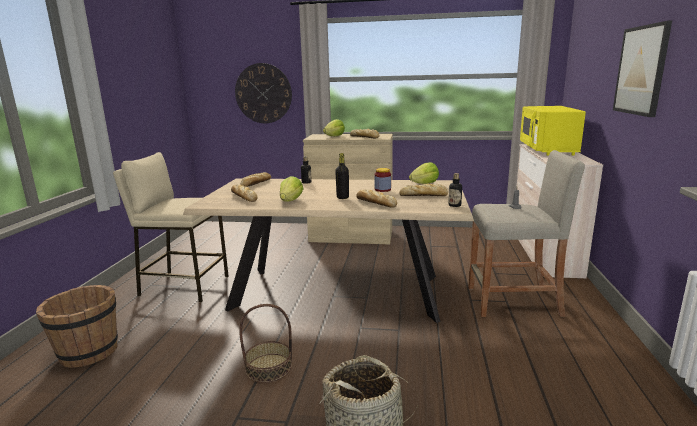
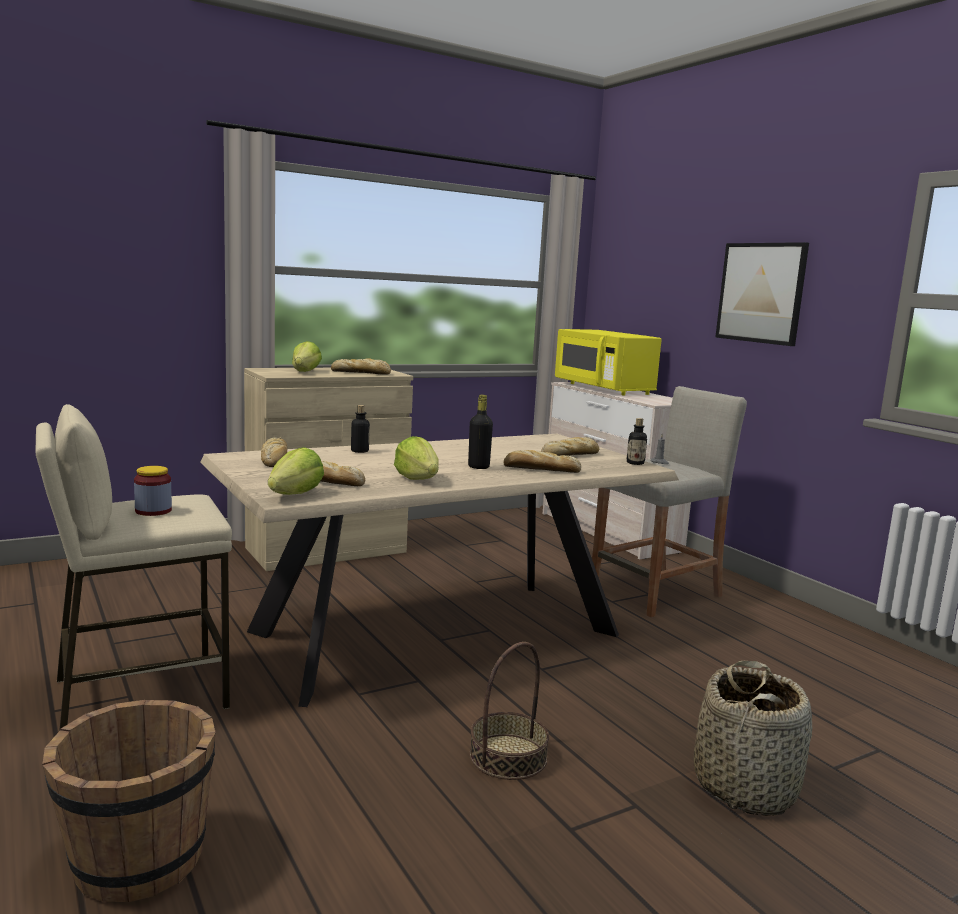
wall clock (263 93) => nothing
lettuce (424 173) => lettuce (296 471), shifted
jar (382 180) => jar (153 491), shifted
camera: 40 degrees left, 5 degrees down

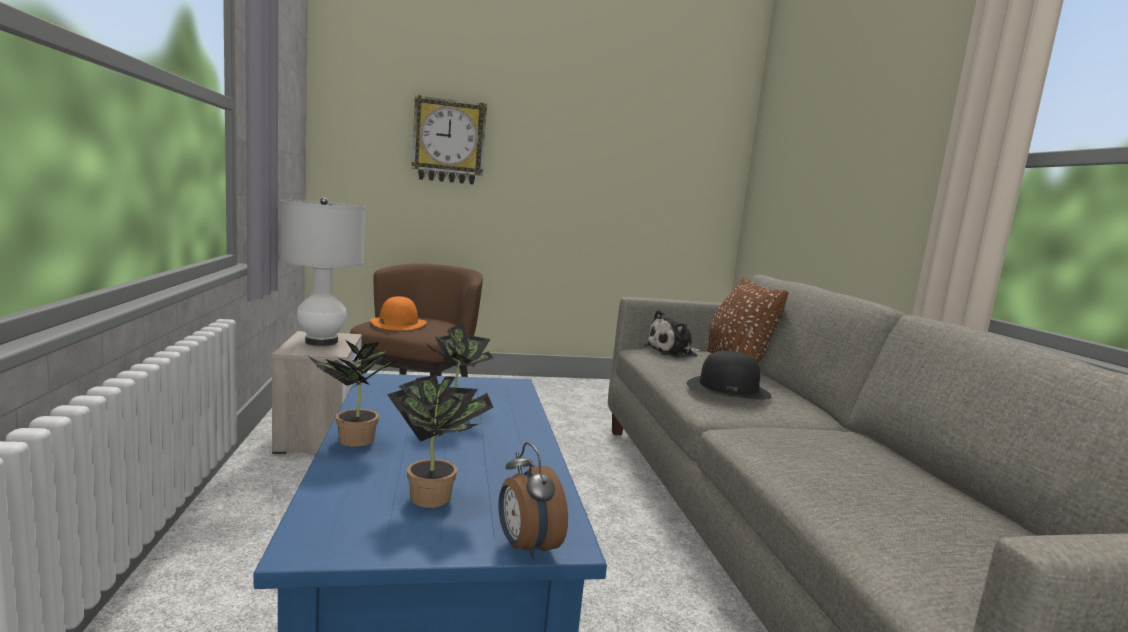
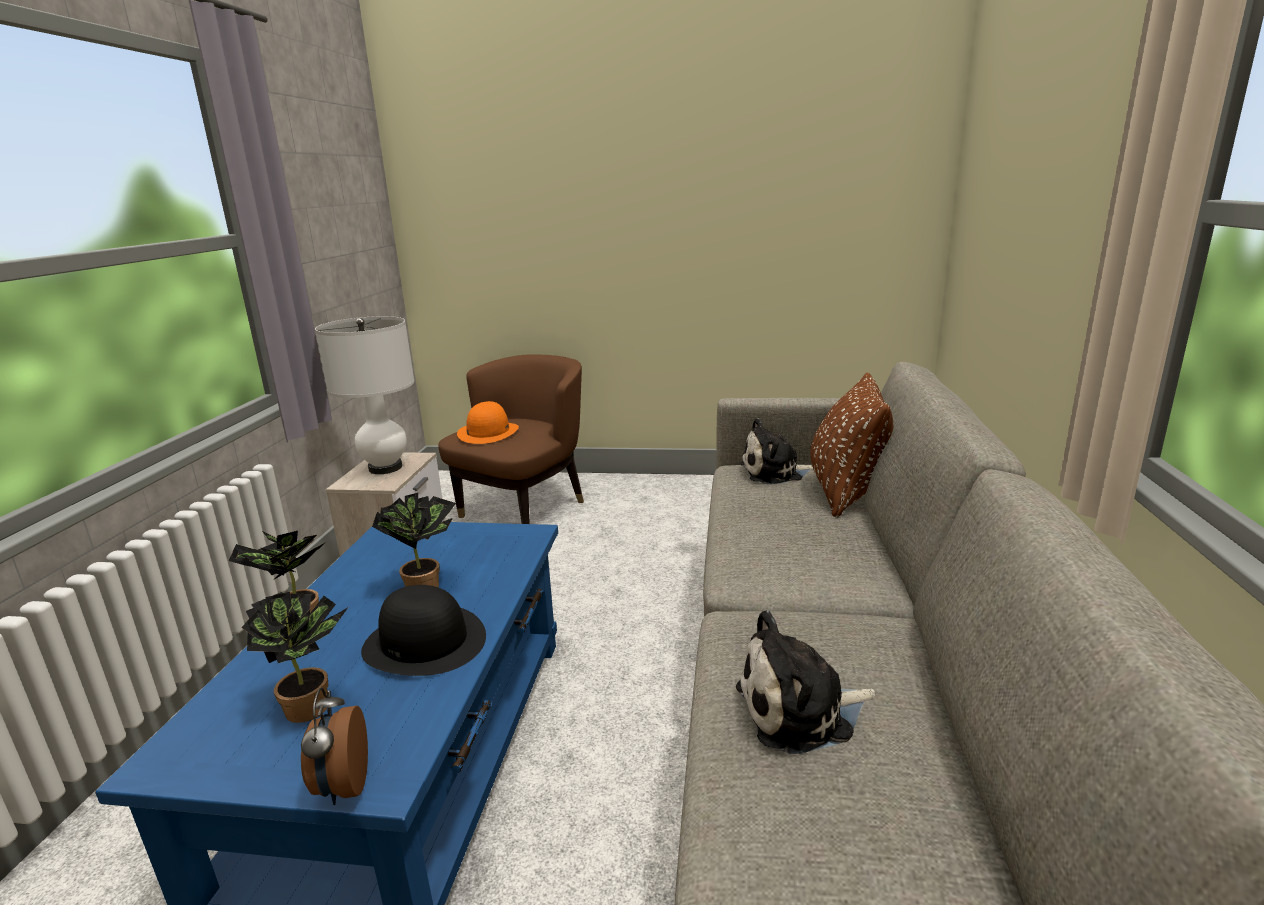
wall clock (449 140) => nothing
black hat (729 375) => black hat (423 630), shifted
nothing => plush toy (805 682)
camera: 20 degrees right, 10 degrees up

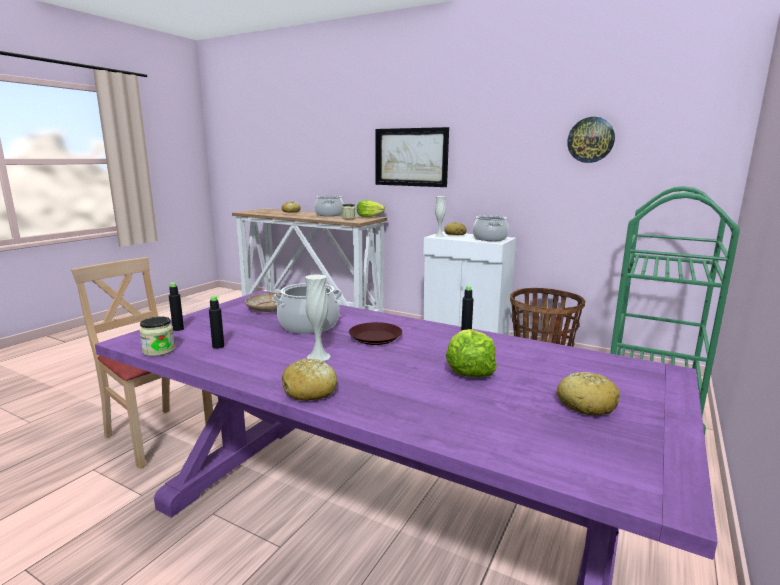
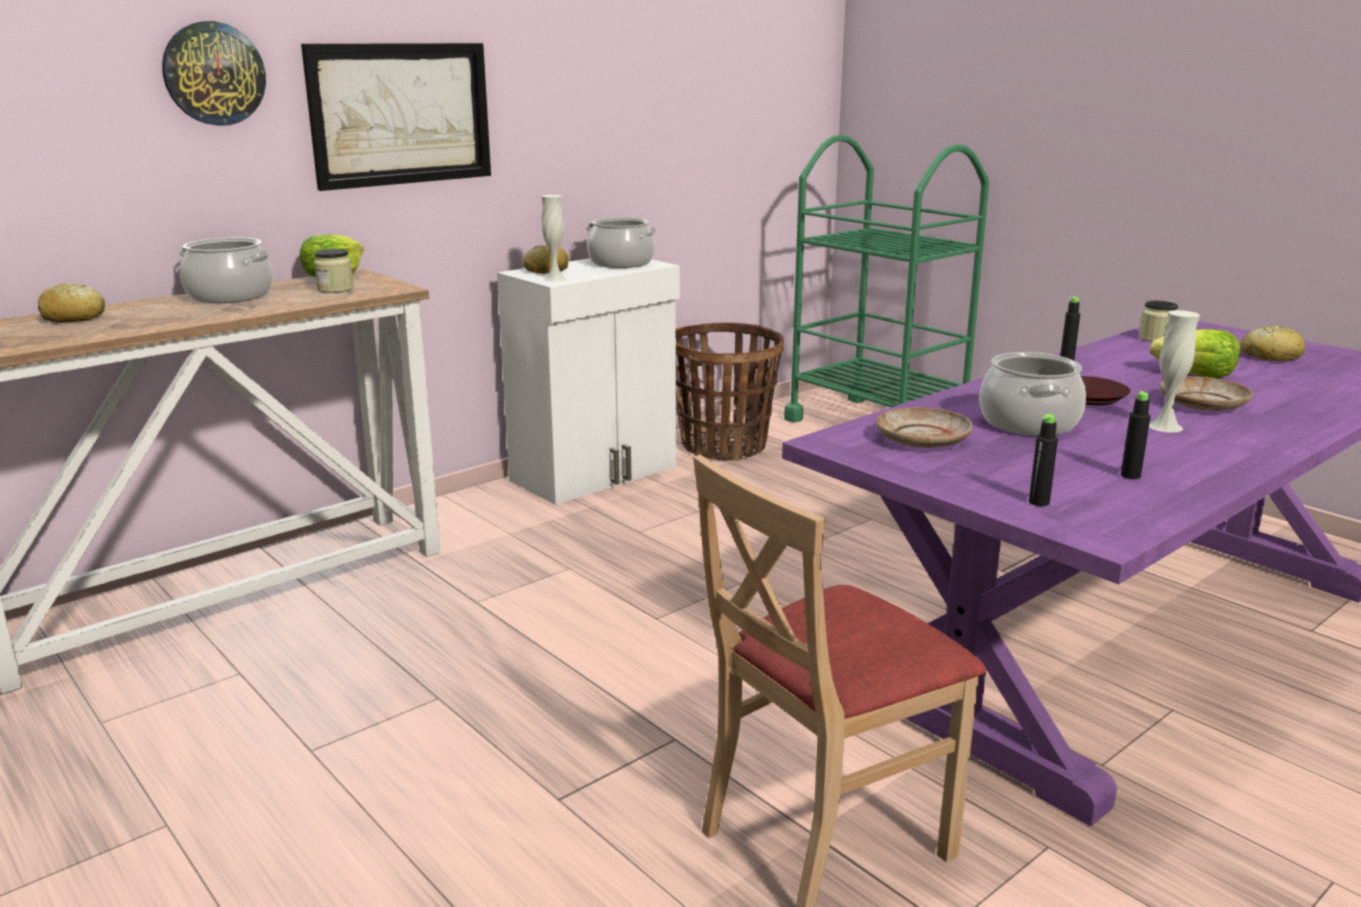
wall clock (591 140) => wall clock (214 73), shifted
jar (157 336) => jar (1158 321), shifted
bread (309 379) => nothing
nothing => beige plate (1206 393)
camera: 70 degrees left, 5 degrees up

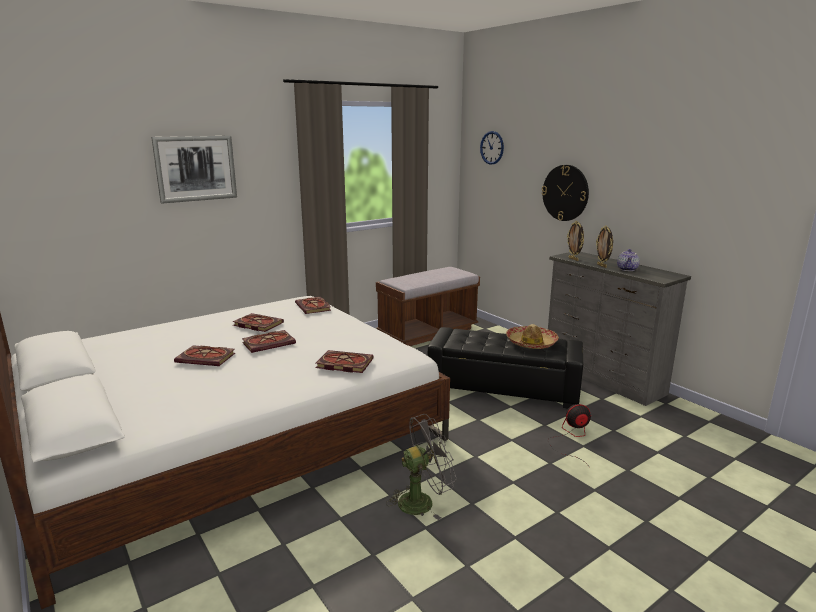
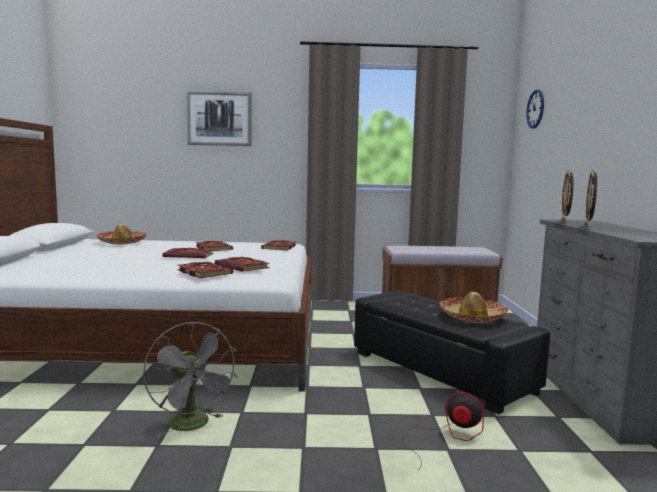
wall clock (565 193) => nothing
teapot (628 260) => nothing
book (204 355) => book (242 264), shifted
grey fan (421 467) => grey fan (190 379), 45 degrees clockwise
nothing => hat (121 234)
camera: 35 degrees right, 10 degrees down

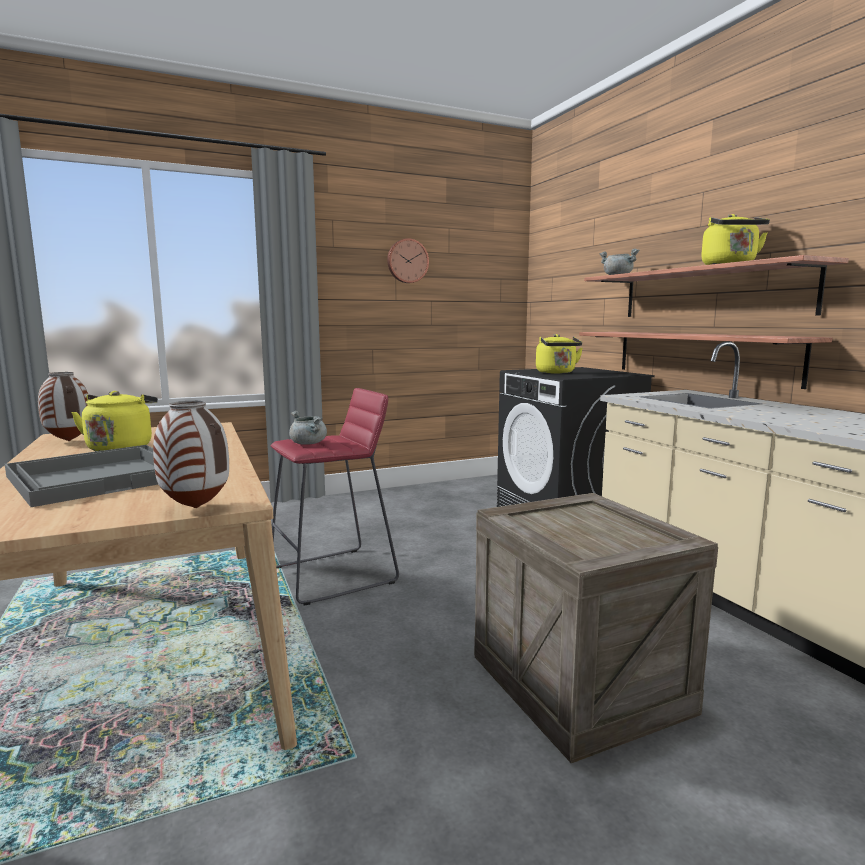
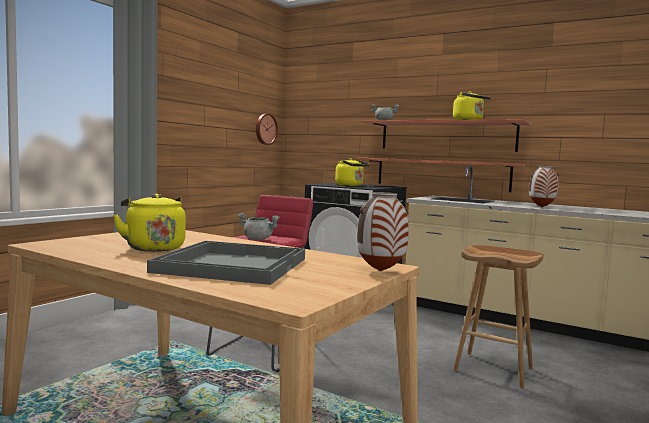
wall clock (408 260) => wall clock (267 129), shifted
vase (63 406) => vase (544 186), shifted
crate (596 628) => brown stool (498 316)
camera: 35 degrees left, 5 degrees down

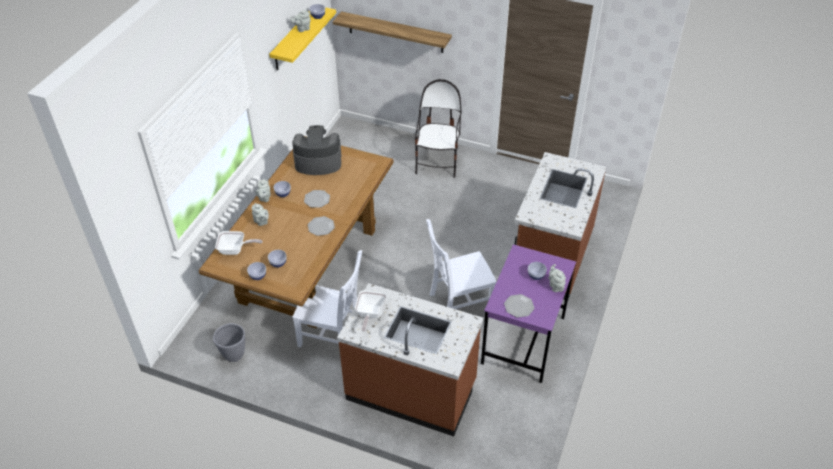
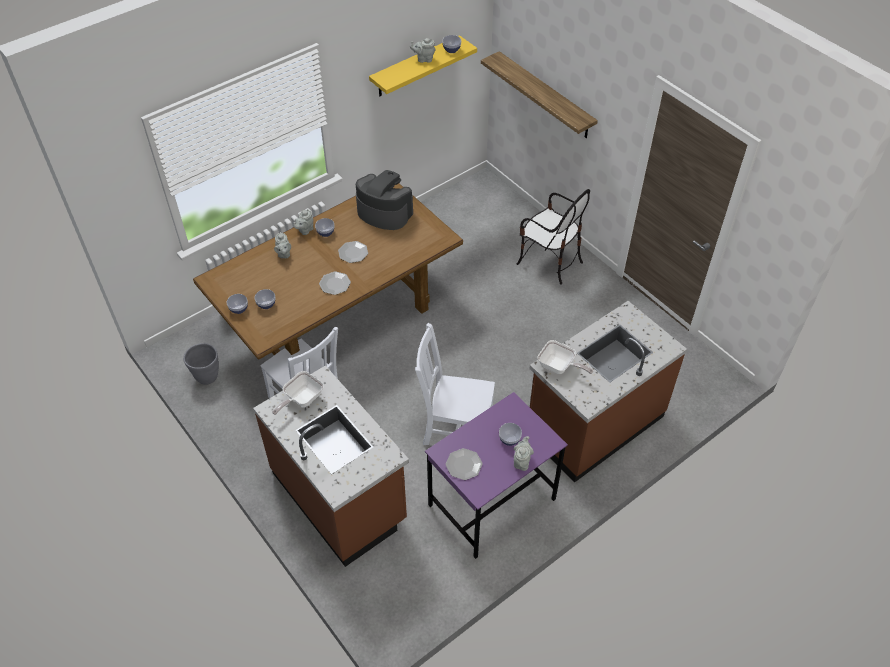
chair (438 128) => chair (553 237), 90 degrees clockwise
frying pan (239 243) => frying pan (565 357), shifted
camera: 30 degrees right, 5 degrees up

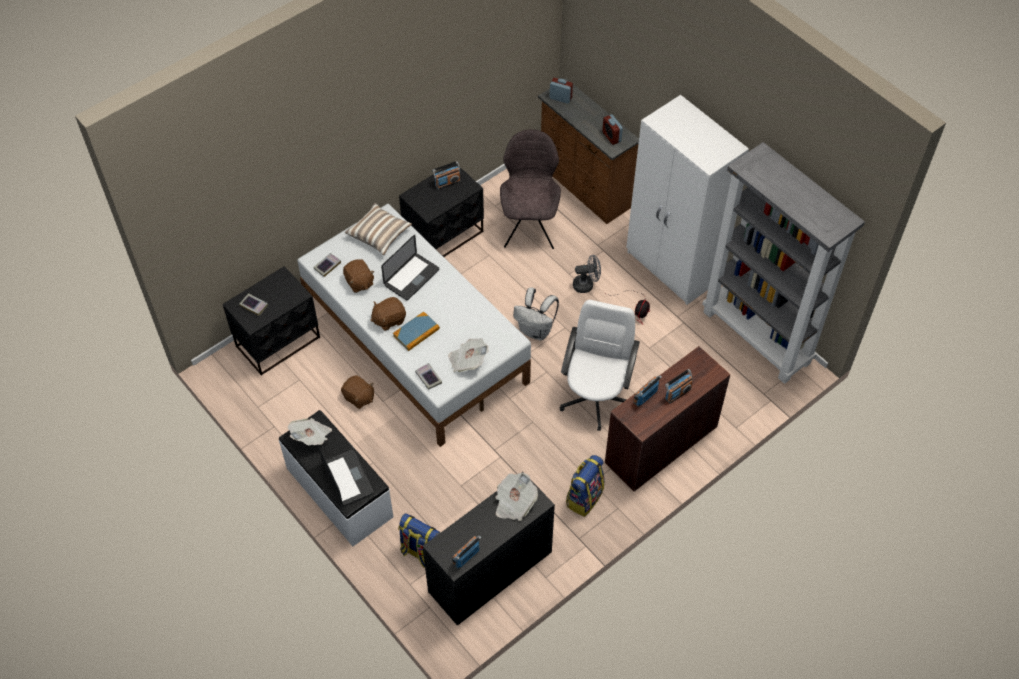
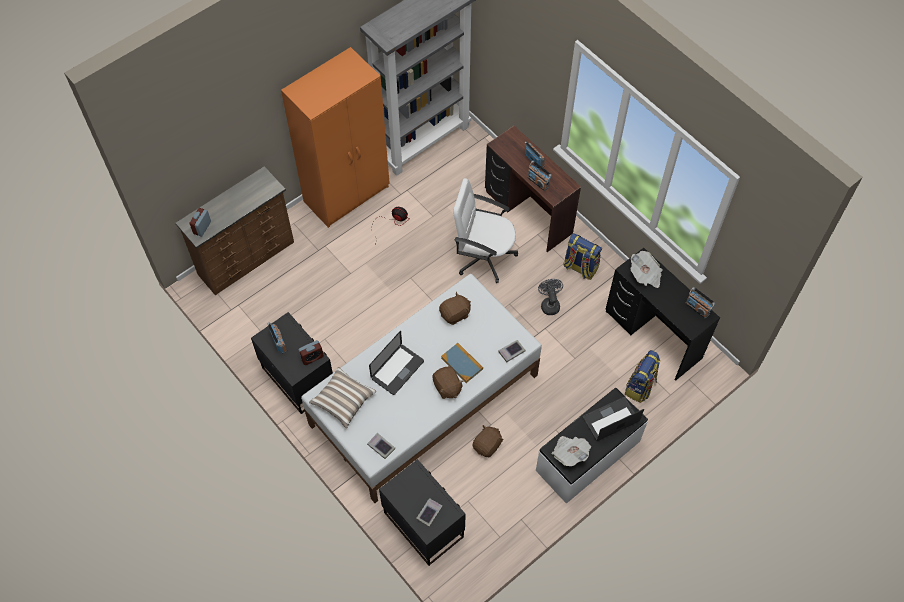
white wardrobe (687 200) => orange wardrobe (335 137)
alarm clock (612 129) => alarm clock (311 352), shifted
grey chair (530 189) => nothing
laptop (410 267) => laptop (396 363), 90 degrees clockwise
grey fan (587 274) => grey fan (550 297), shifted
brown plush toy (359 276) => brown plush toy (455 308), shifted
white backpack (536 314) => nothing
newspaper (468 355) => nothing
camera: 90 degrees left, 5 degrees up

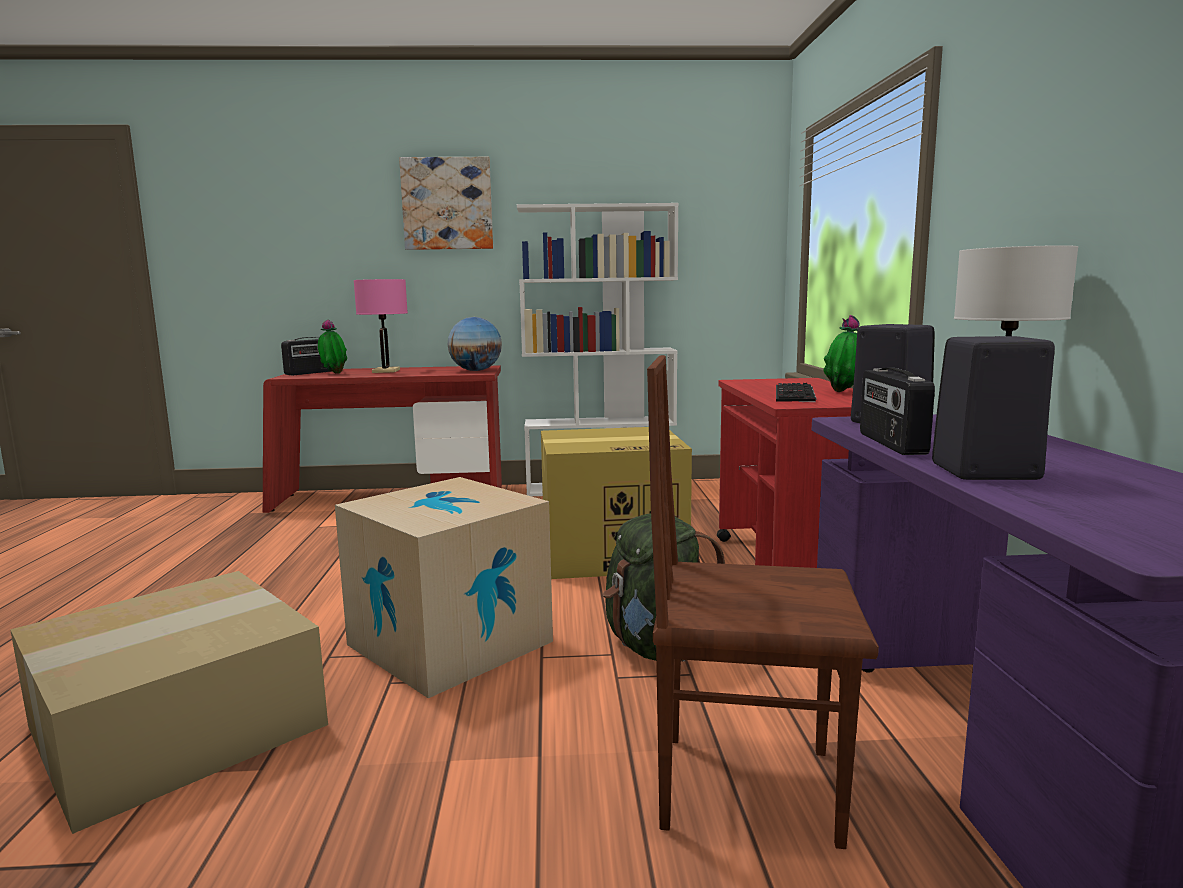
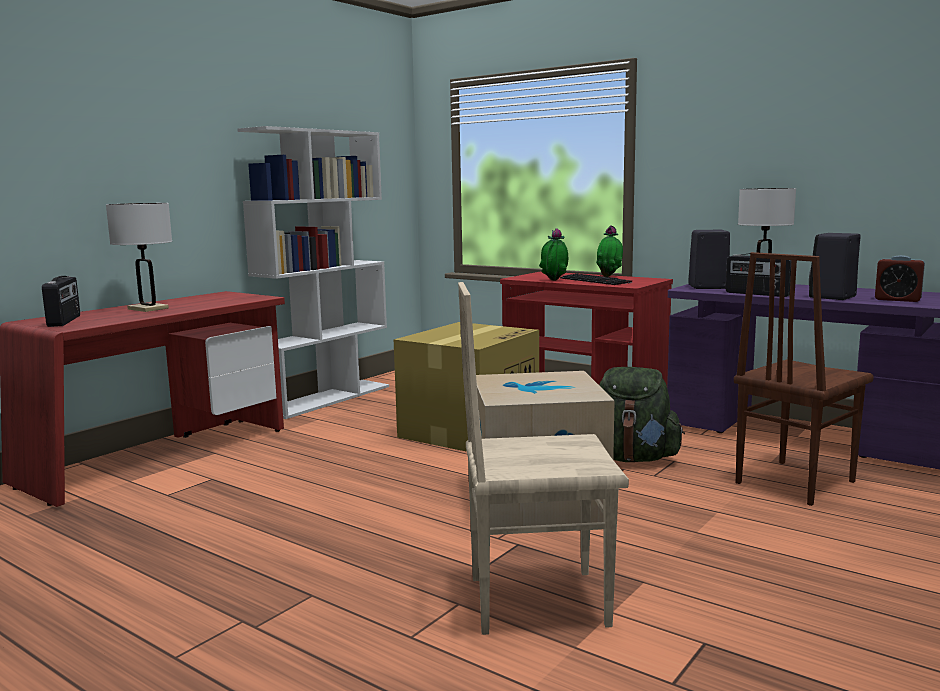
picture (446 203) => nothing
pink table lamp (381 326) => white table lamp (139 257)
globe (475 344) => nothing
potted plant (332 346) => potted plant (553 254), shifted
cardboard box (169 702) => beige chair (543 458)
nothing => alarm clock (900 278)
camera: 50 degrees left, 0 degrees up

